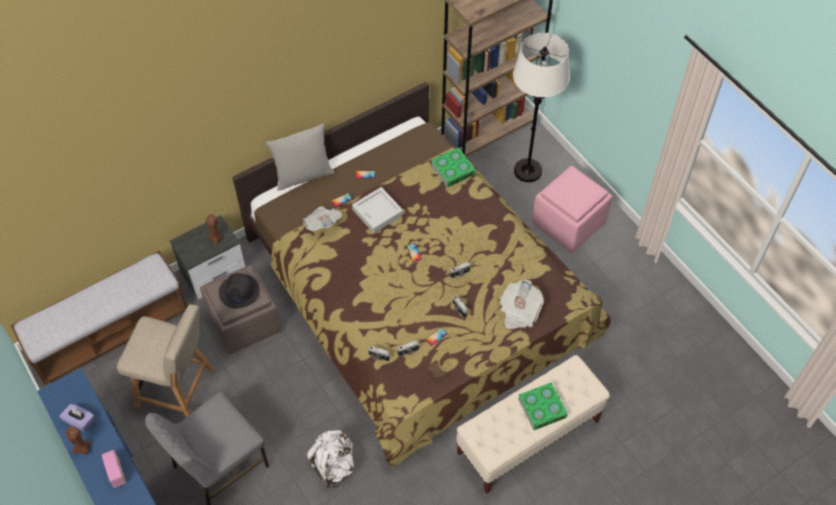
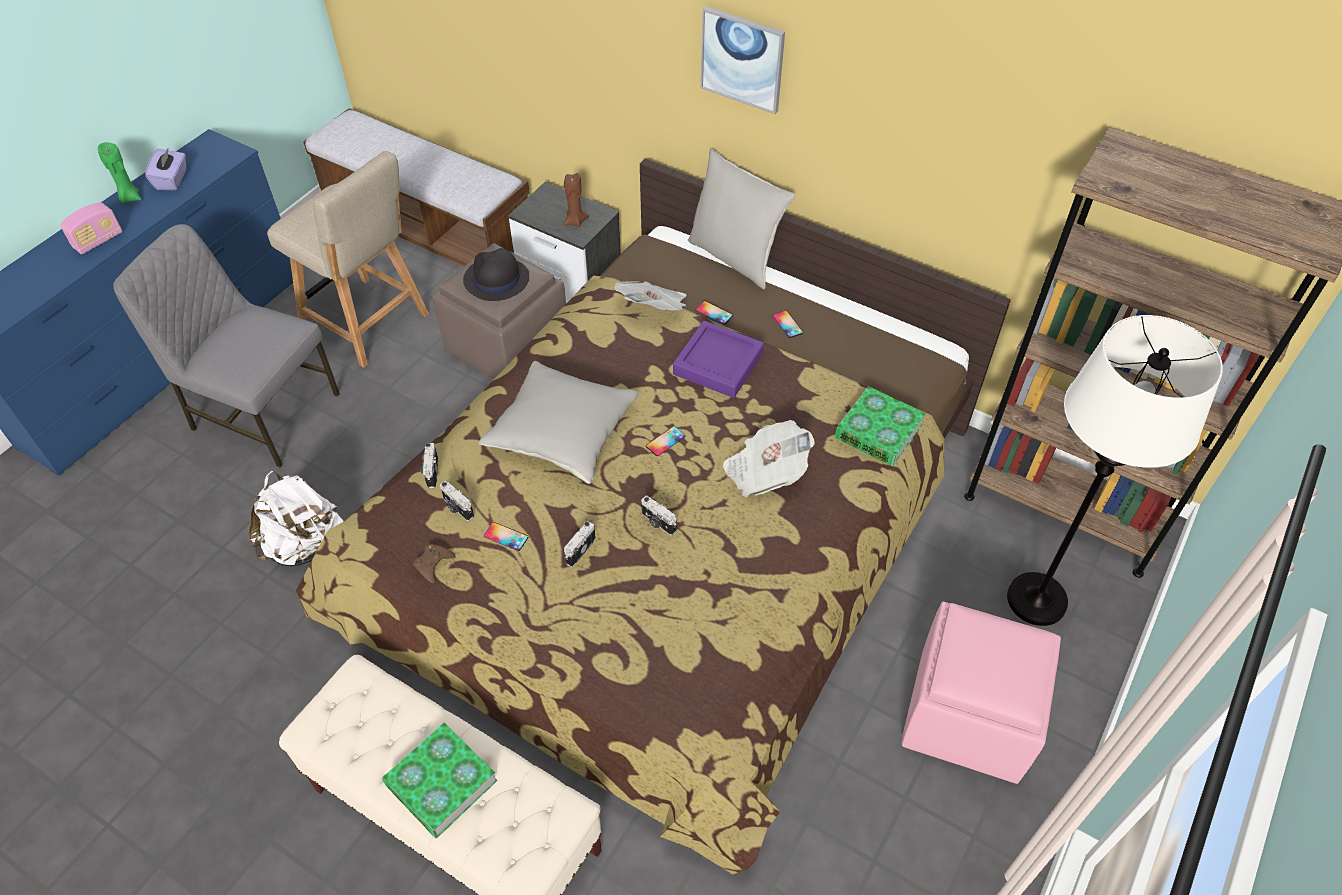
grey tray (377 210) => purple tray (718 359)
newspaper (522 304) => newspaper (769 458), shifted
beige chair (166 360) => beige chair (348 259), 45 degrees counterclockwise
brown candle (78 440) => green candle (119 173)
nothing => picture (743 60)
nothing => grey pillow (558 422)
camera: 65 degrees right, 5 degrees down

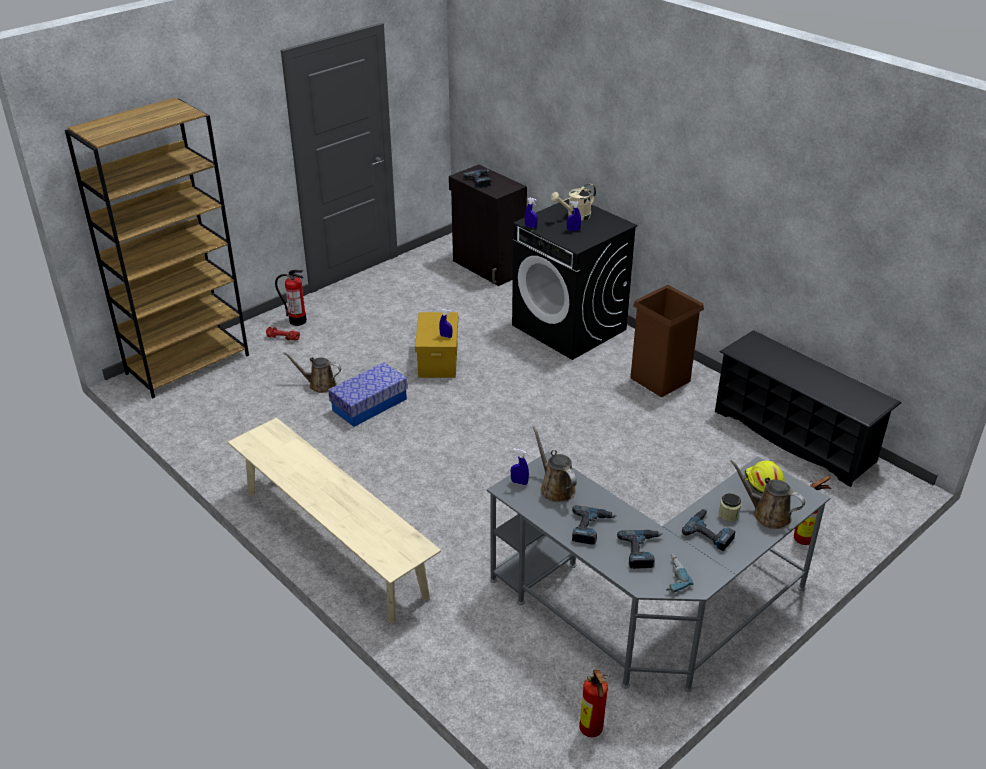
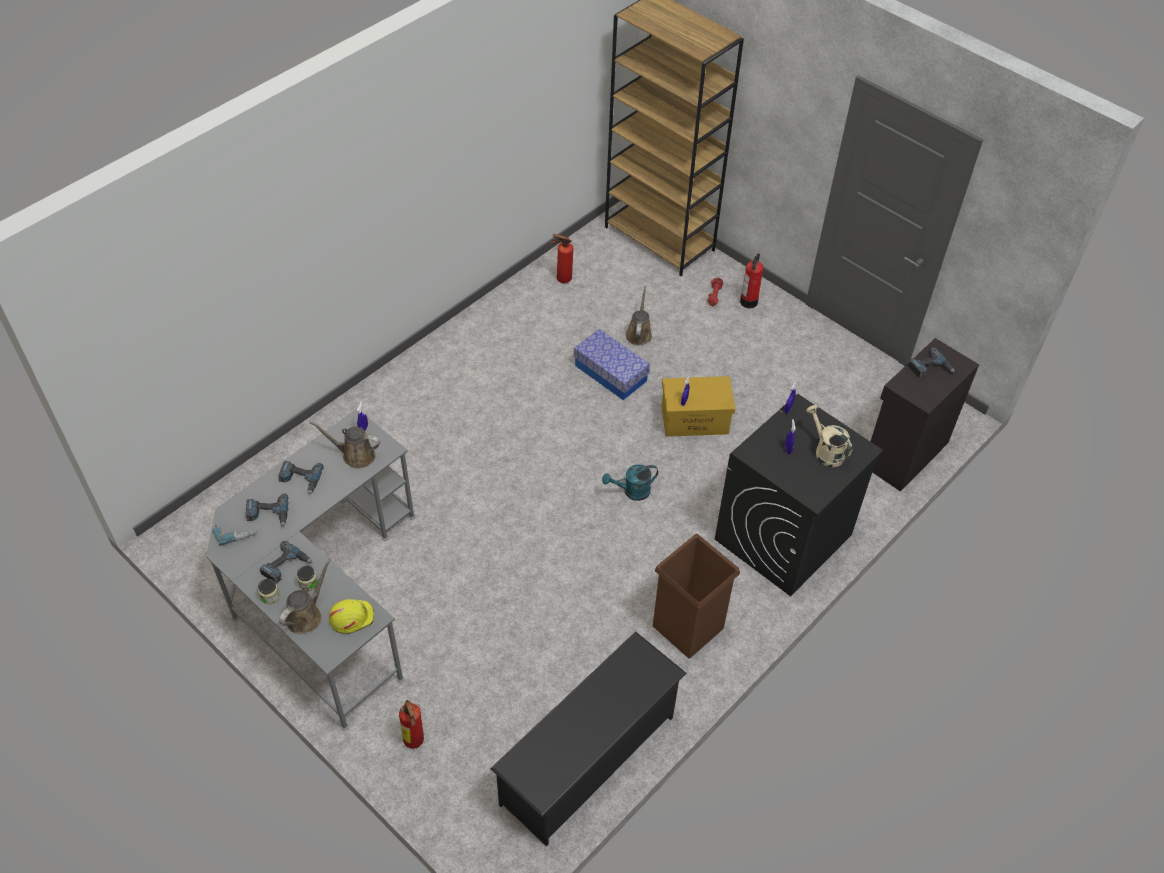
beige bench (334 520) => nothing
brown watering can (554 464) => brown watering can (345 445), 135 degrees counterclockwise
fire extinguisher (594 703) => fire extinguisher (562 258), shifted
nothing => turquoise watering can (630 482)
nothing => jar (269 591)
camera: 85 degrees right, 15 degrees up

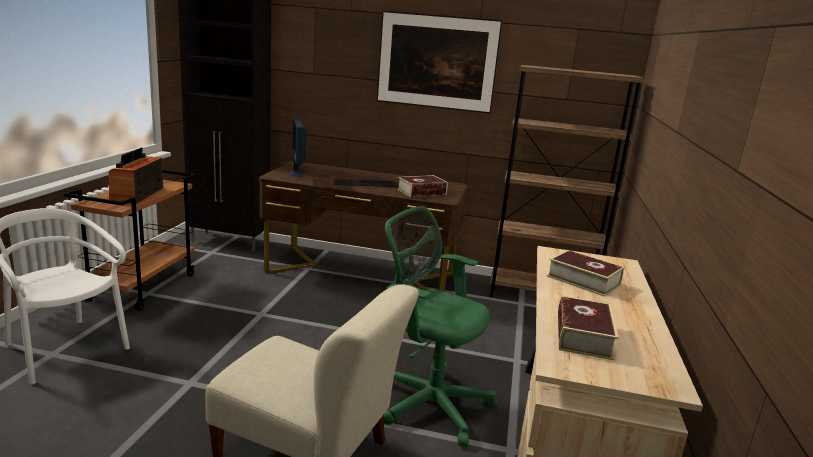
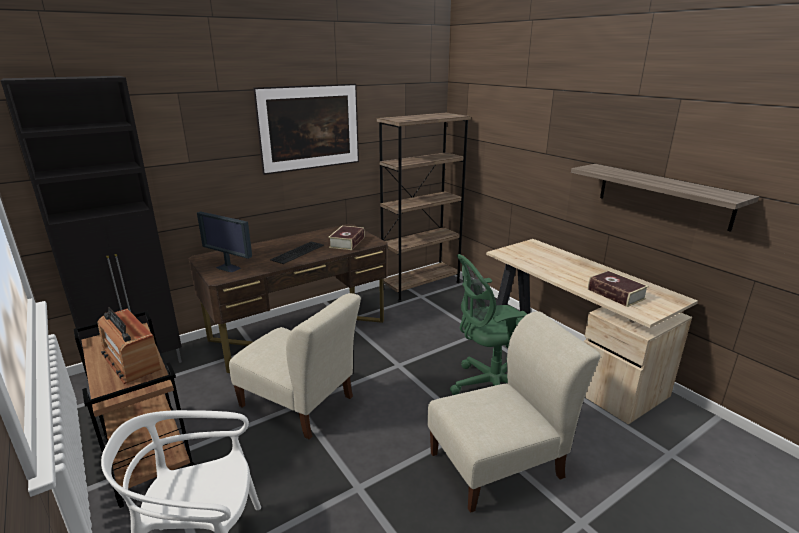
book (585 273) => nothing
nothing => shelf (665 198)
nothing => beige chair (295 366)
camera: 45 degrees left, 5 degrees up

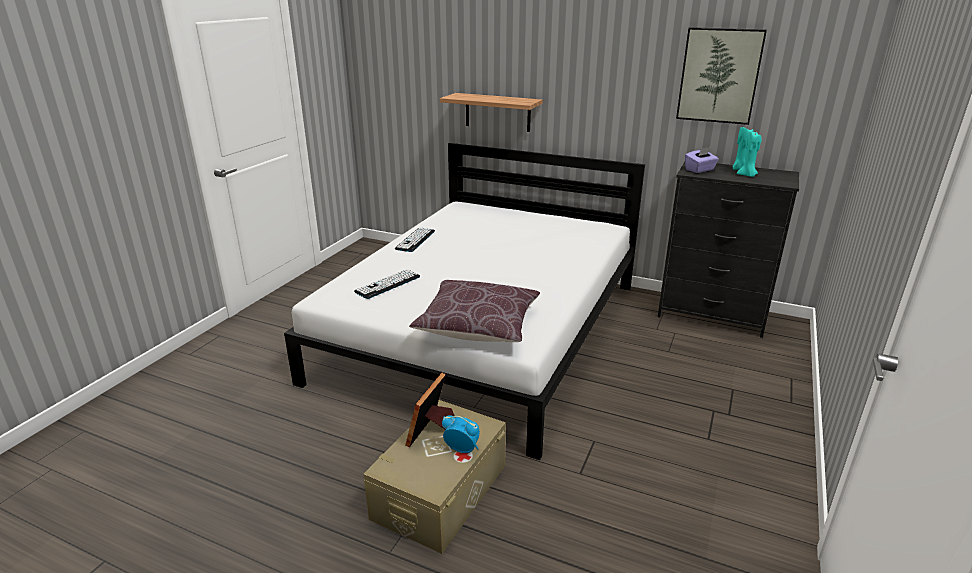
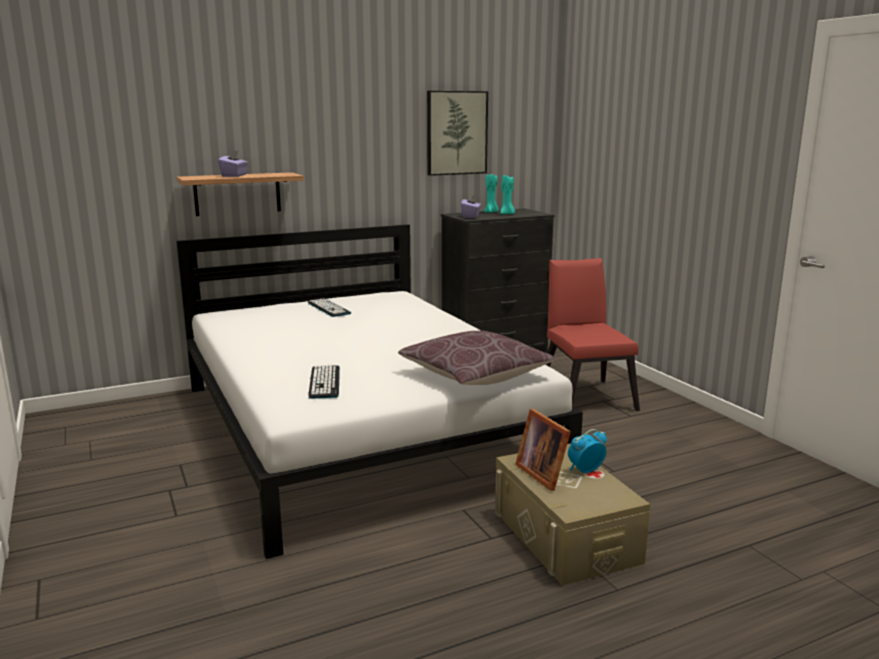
keyboard (415 239) => keyboard (329 307), shifted
nothing => purple tissue box (233 163)
nothing => red chair (593 334)
camera: 50 degrees left, 10 degrees down

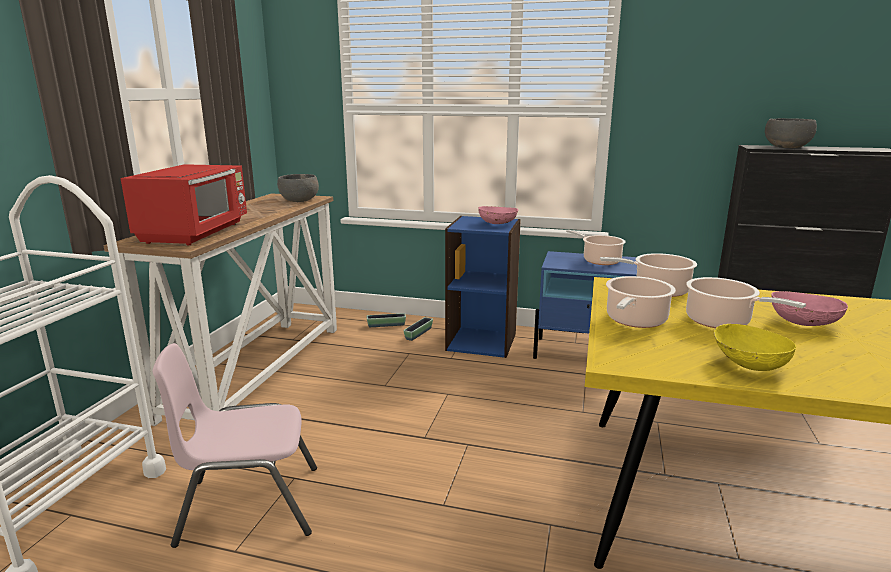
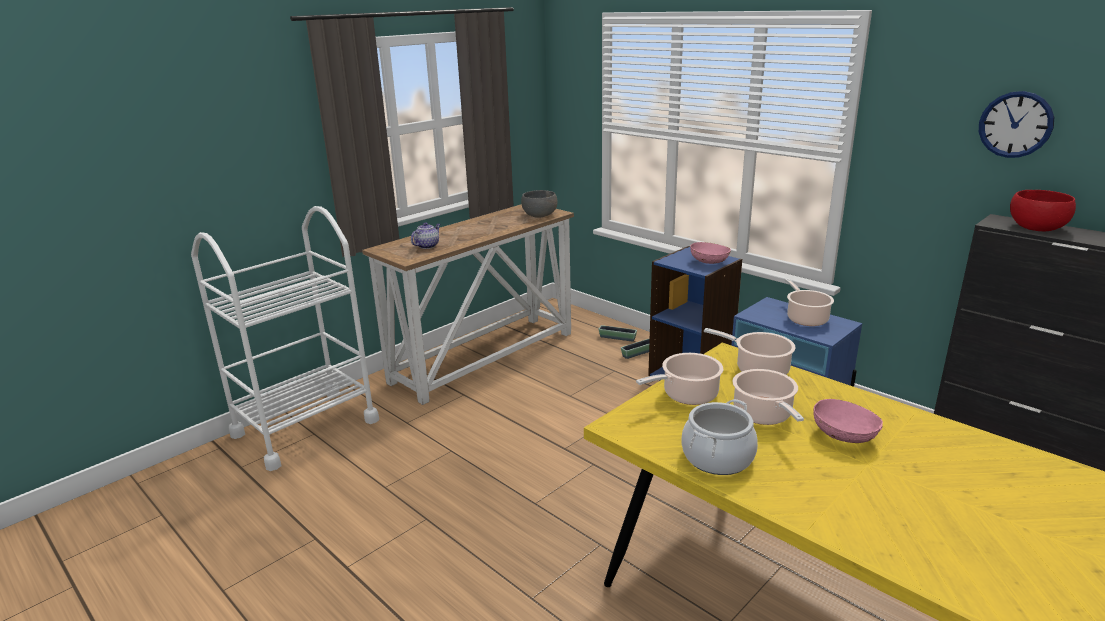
grey bowl (791 133) => red bowl (1043 210)
red microwave (184 204) => teapot (425 235)
yellow bowl (755 347) => cooking pot (719 437)
pink chair (235 445) => nothing
nothing => wall clock (1016 124)
camera: 30 degrees right, 5 degrees up

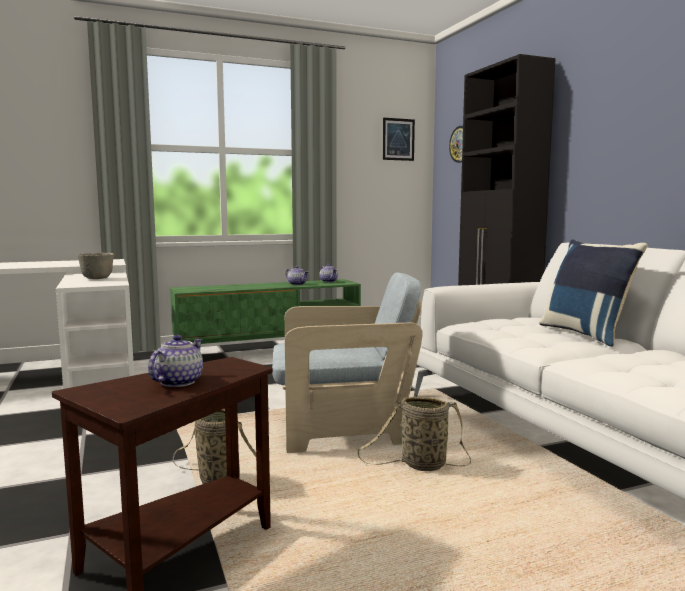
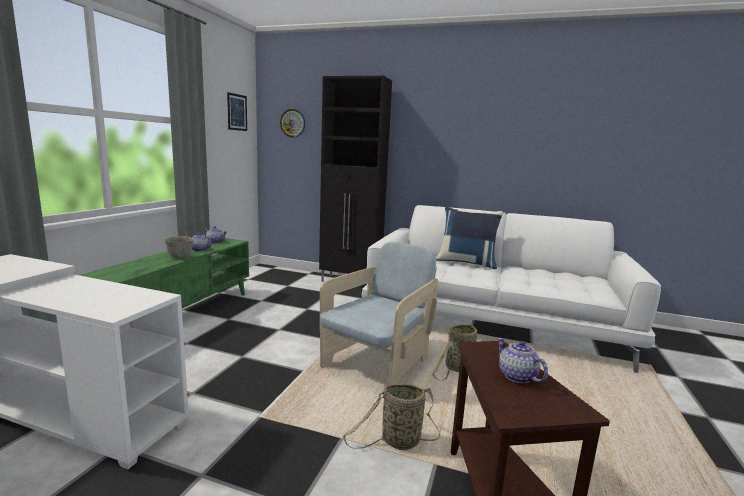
grey bowl (95 266) => grey bowl (179 247), shifted
camera: 50 degrees left, 5 degrees up

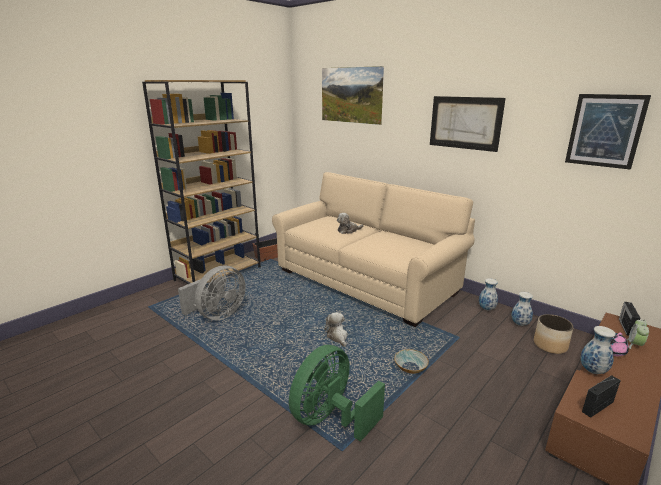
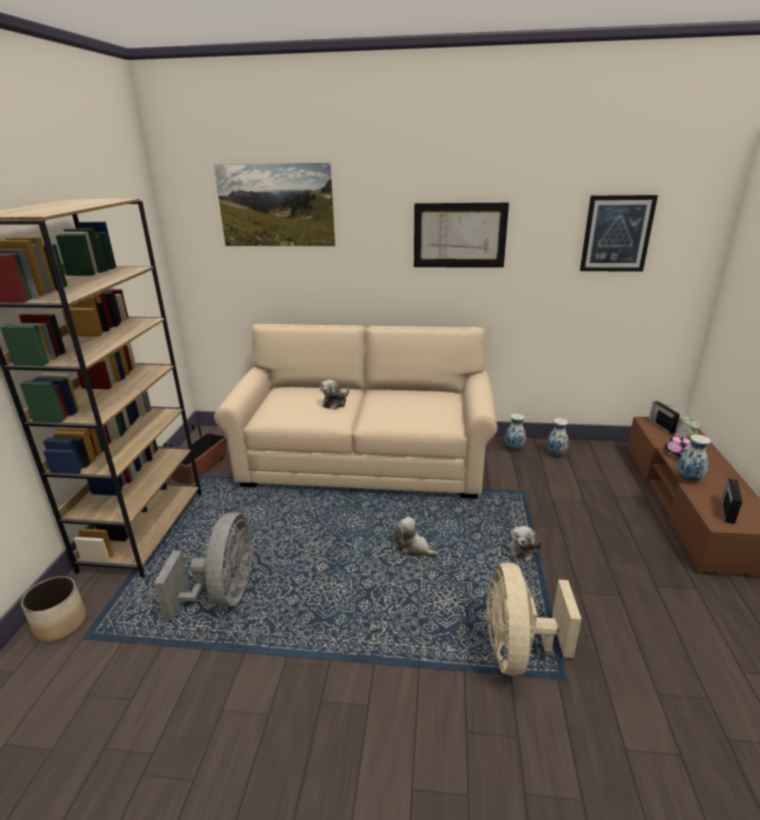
planter (554 334) => planter (53 609), shifted
green fan (337 393) => beige fan (534 619)
bowl (411 361) => plush toy (524 543)
camera: 35 degrees left, 5 degrees up

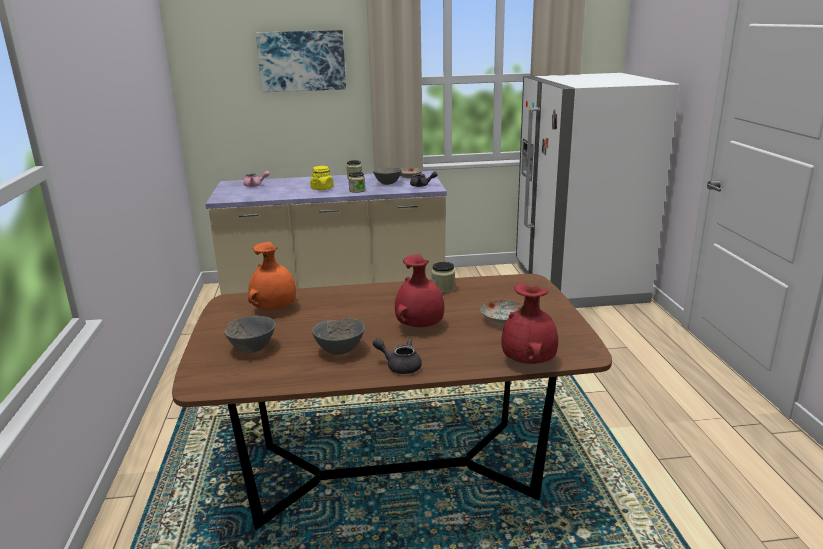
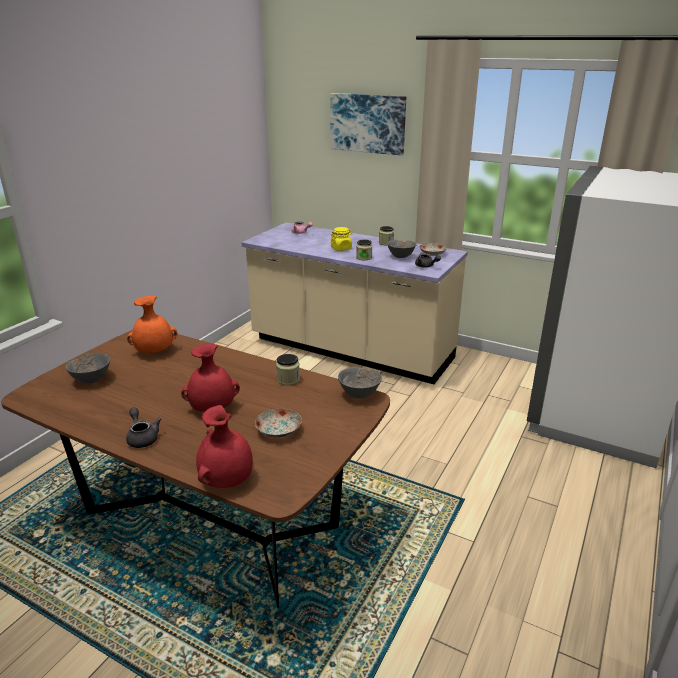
grey bowl (338 336) => grey bowl (360 382), shifted
camera: 35 degrees right, 5 degrees up

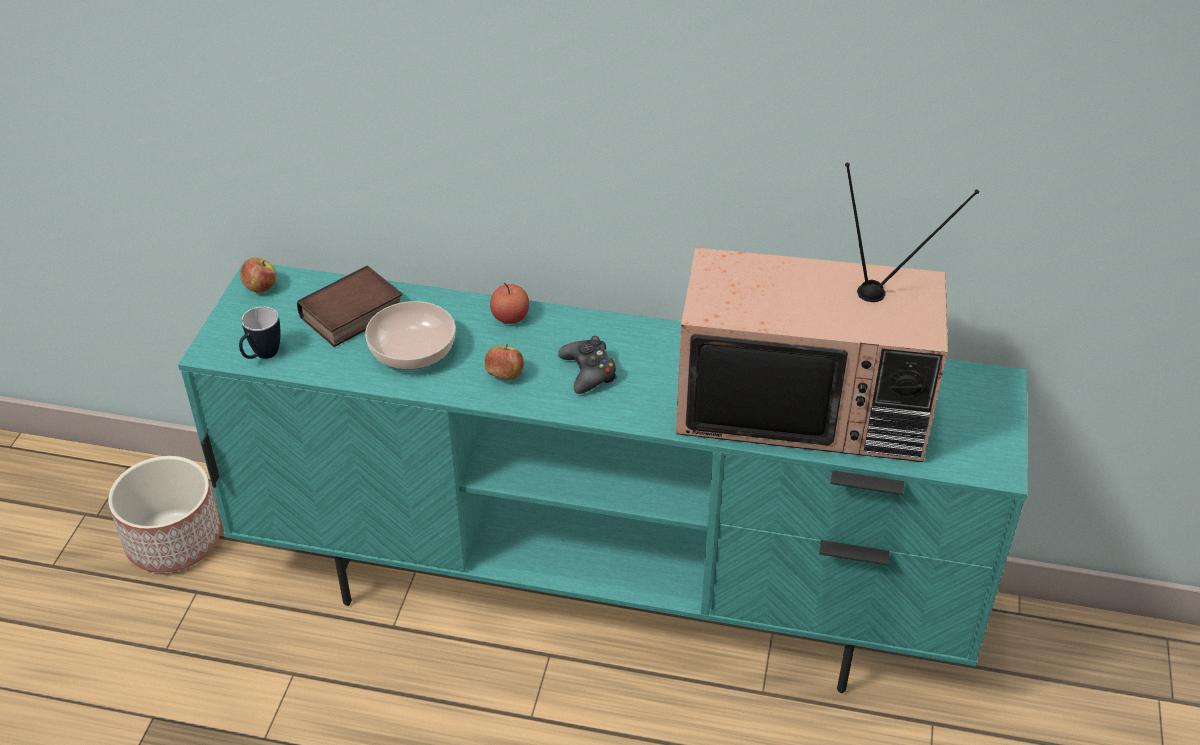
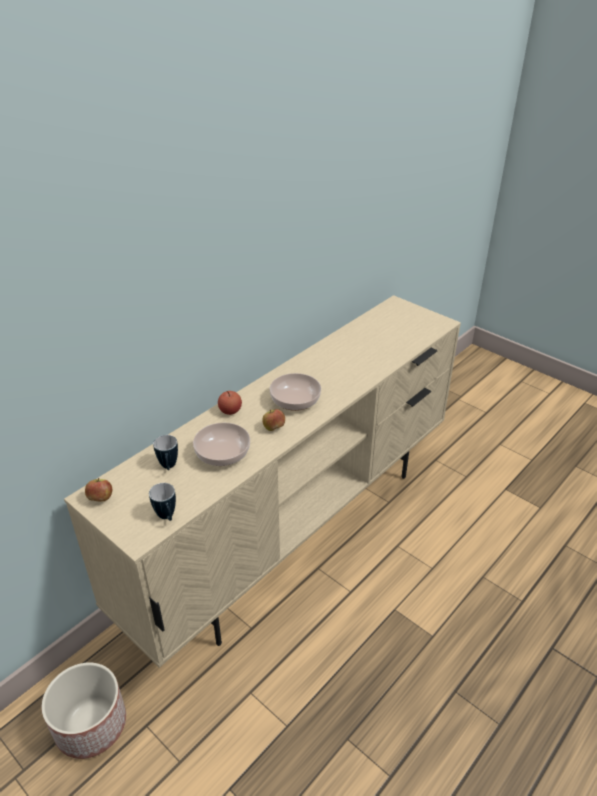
television (827 312) => nothing
turquoise tv stand (603 477) => beige tv stand (262 481)
book (349 306) => mug (165 452)
black game controller (587 365) => bowl (295 392)
camera: 60 degrees left, 5 degrees down

